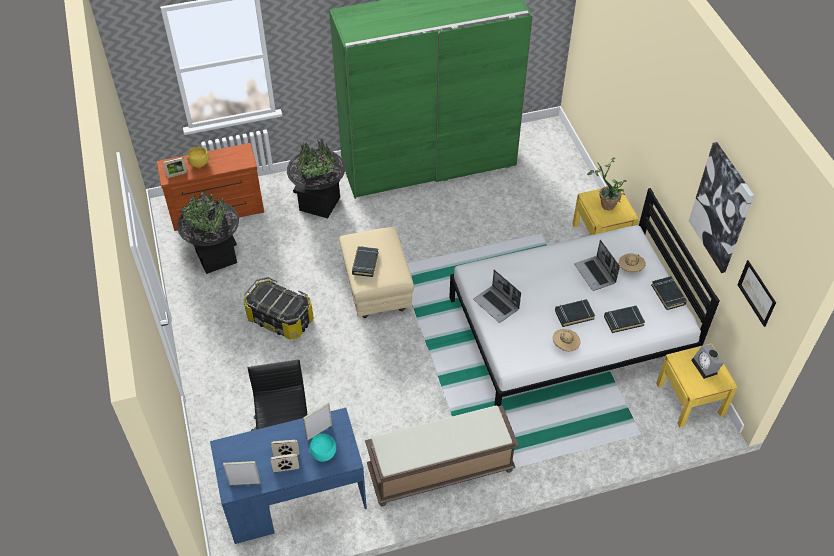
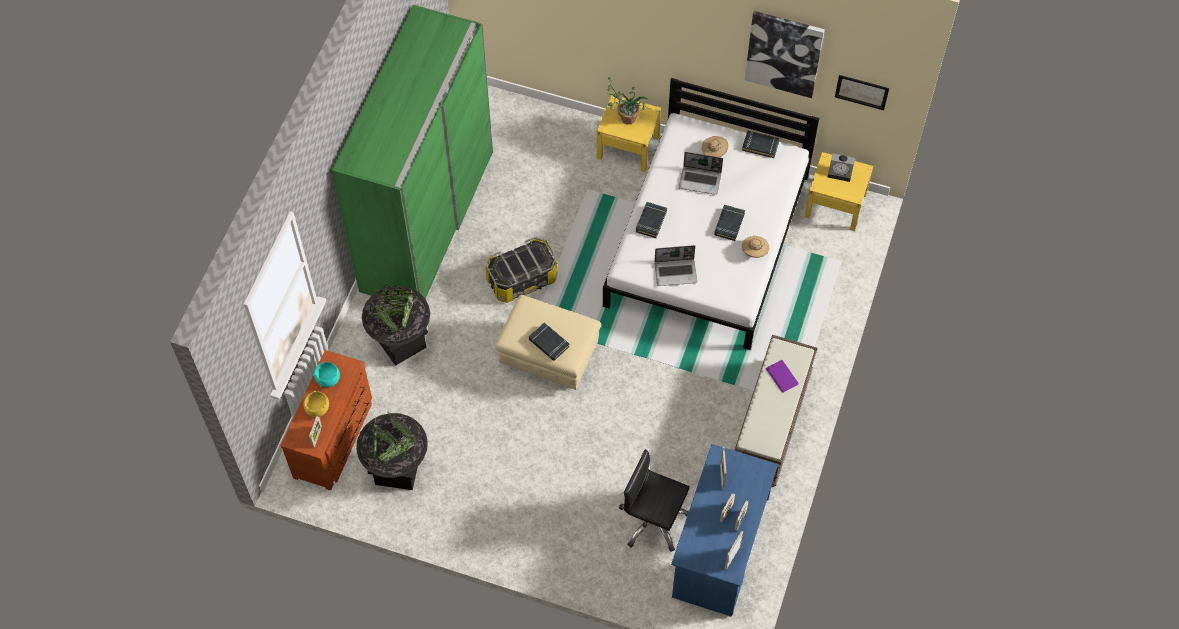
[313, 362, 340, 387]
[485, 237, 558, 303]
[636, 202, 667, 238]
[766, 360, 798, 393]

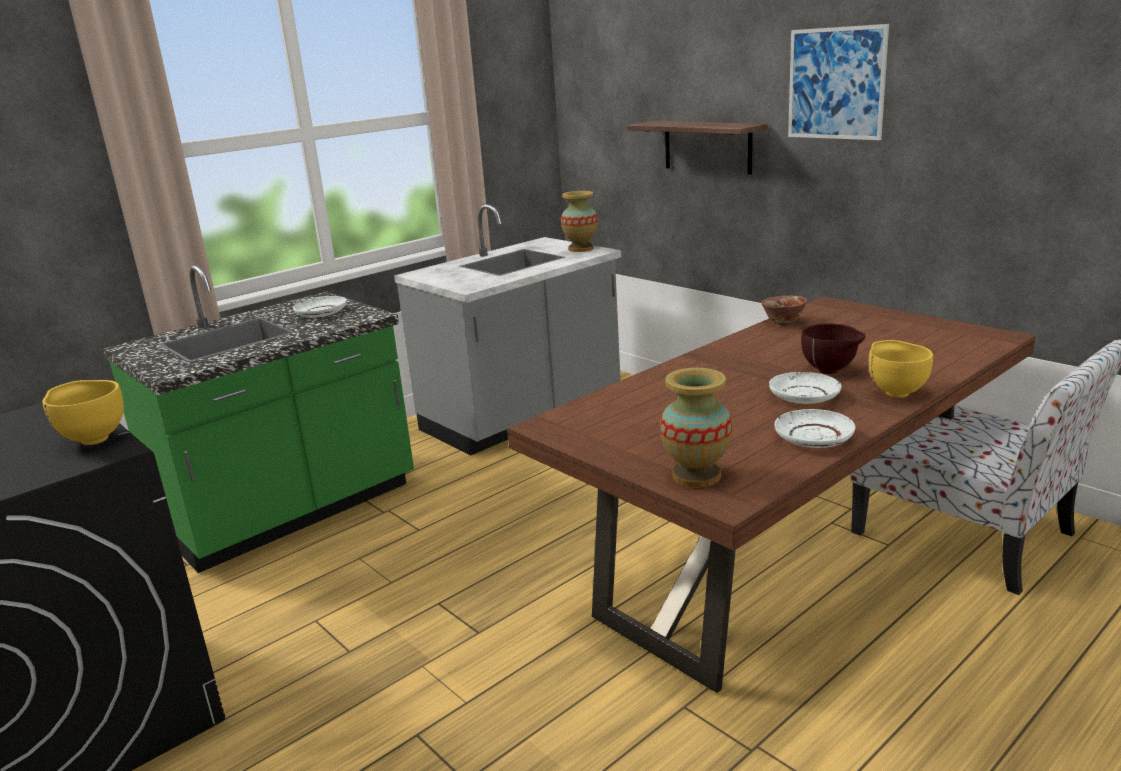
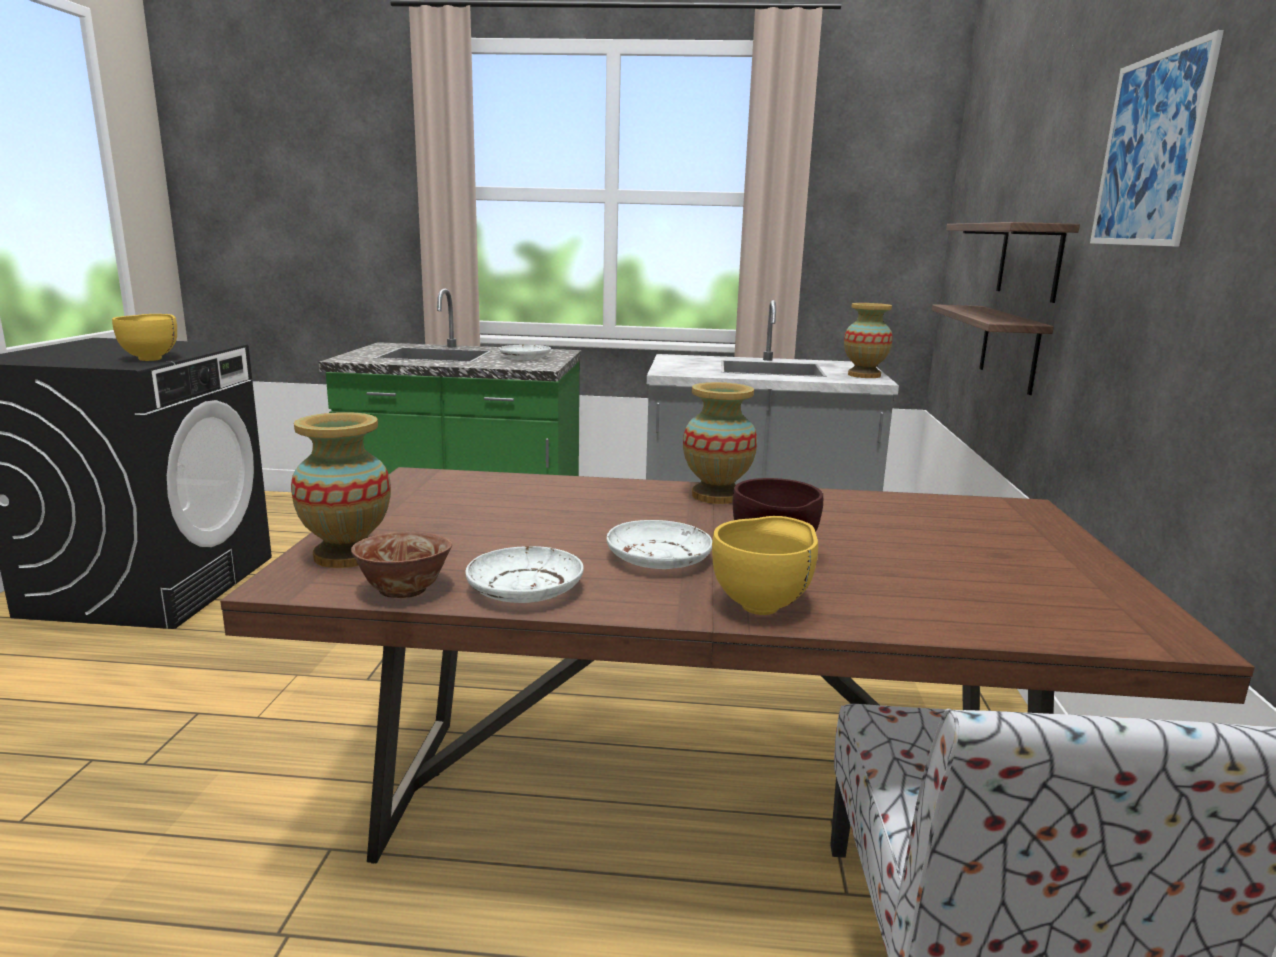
[351, 531, 452, 598]
[683, 382, 757, 504]
[932, 304, 1054, 395]

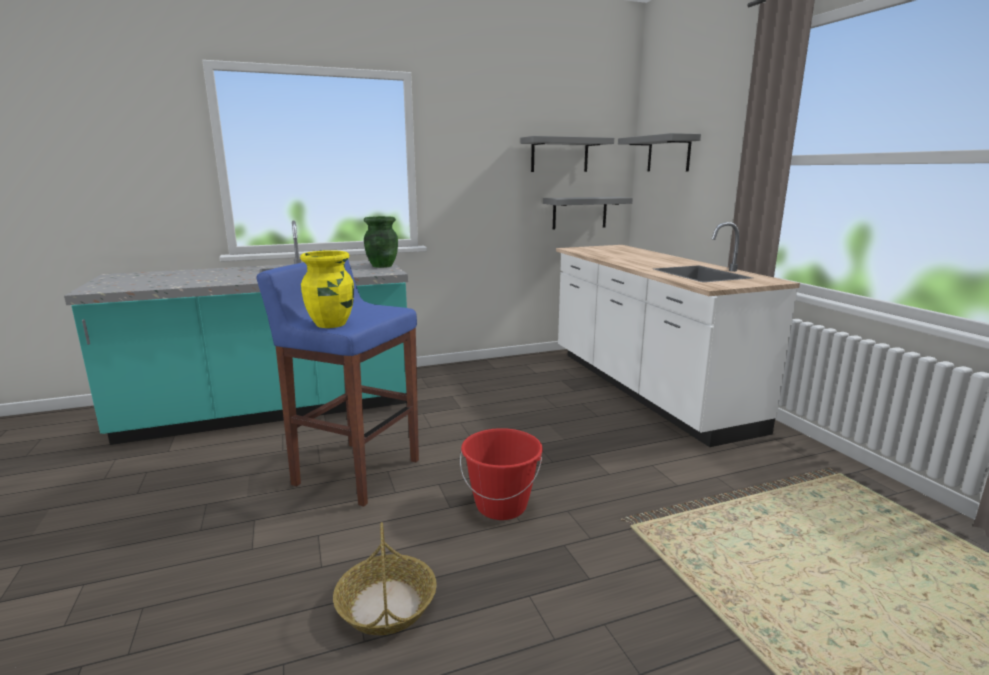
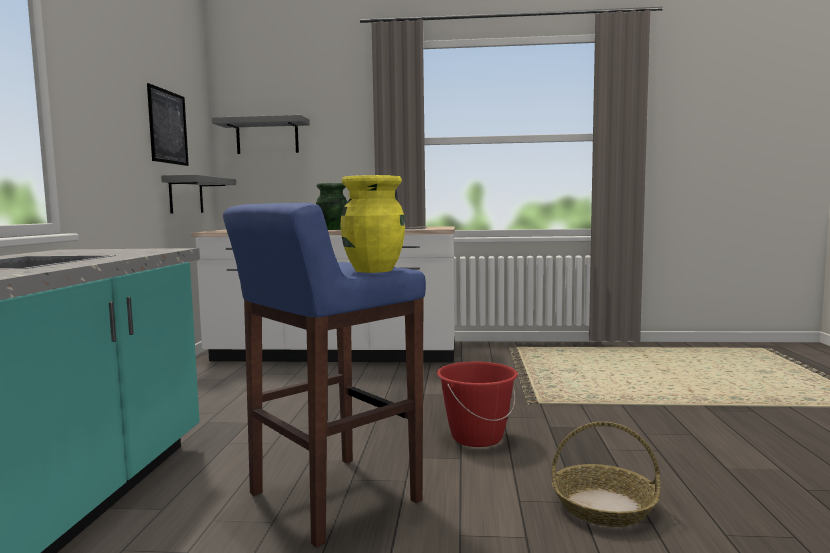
[147, 83, 189, 166]
[316, 183, 347, 230]

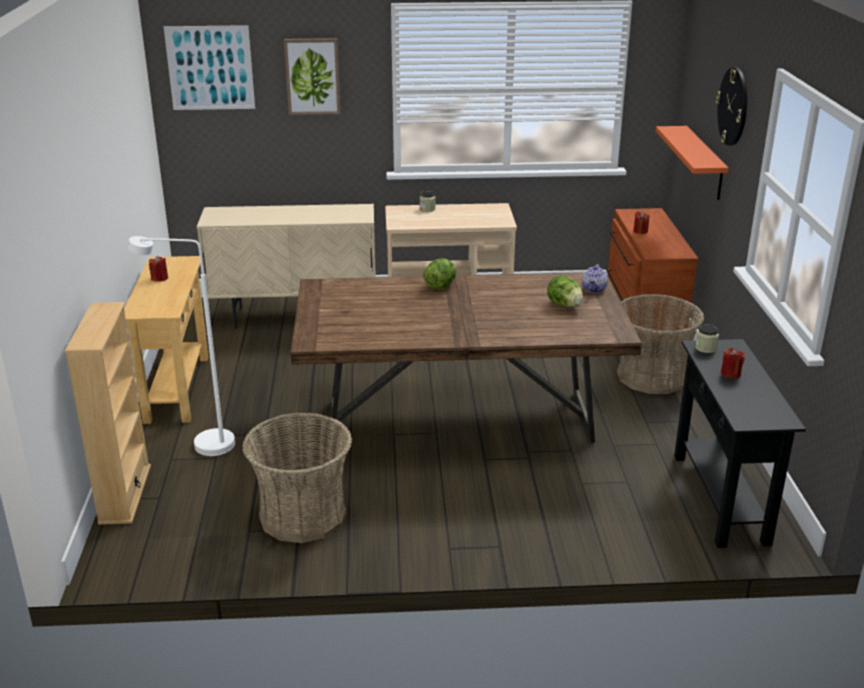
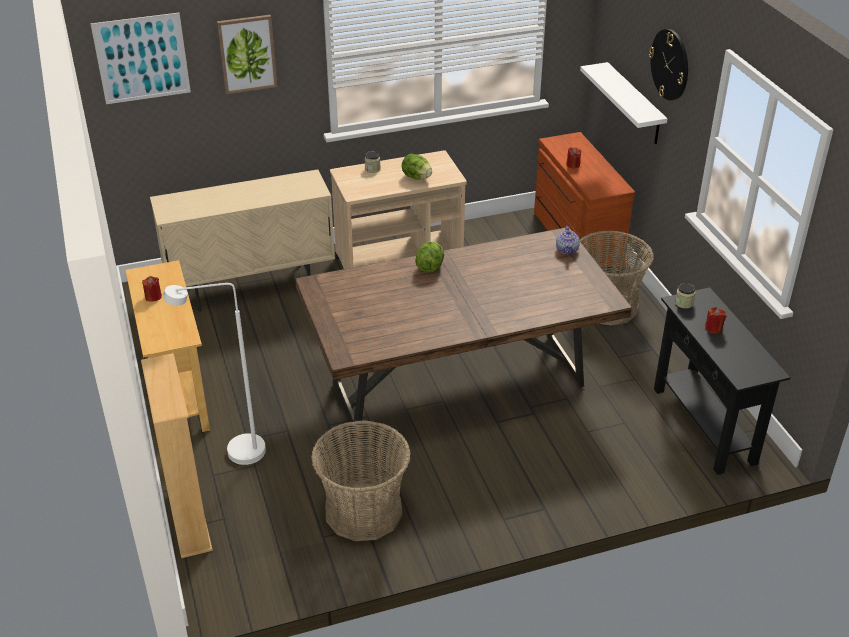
[402, 153, 432, 180]
[580, 62, 668, 144]

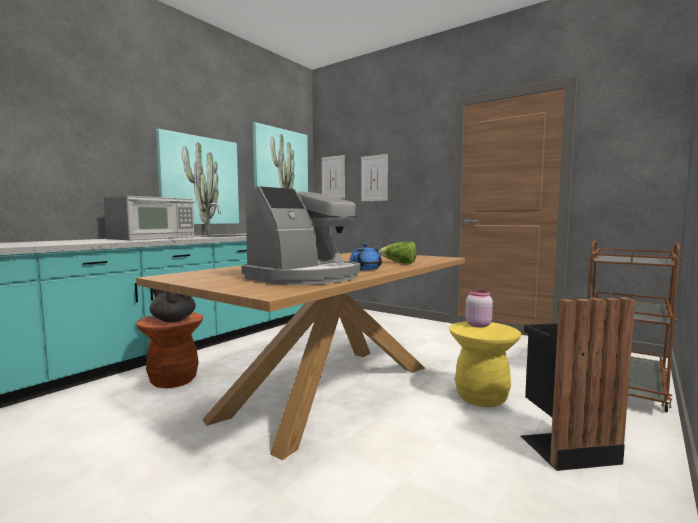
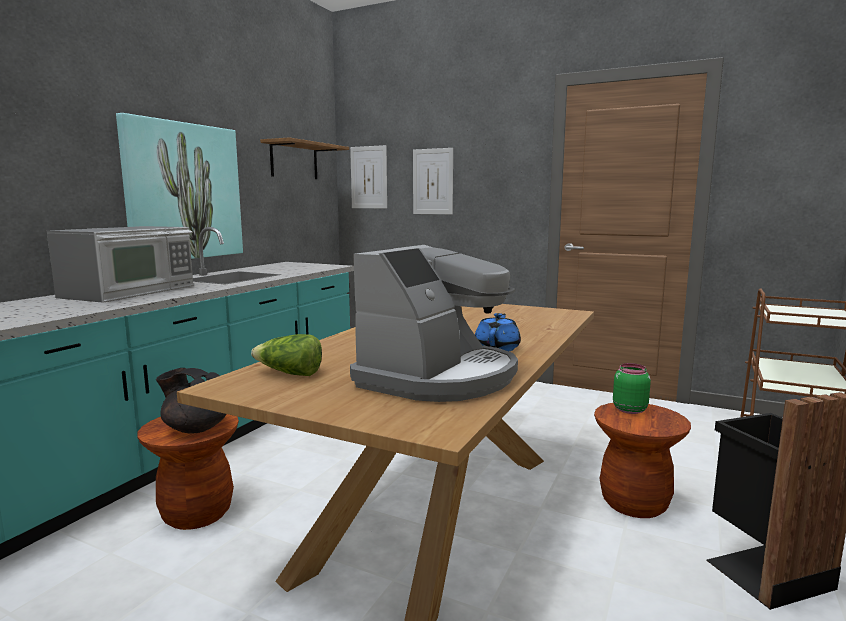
[251, 334, 322, 376]
[260, 137, 349, 179]
[594, 403, 691, 518]
[613, 363, 651, 414]

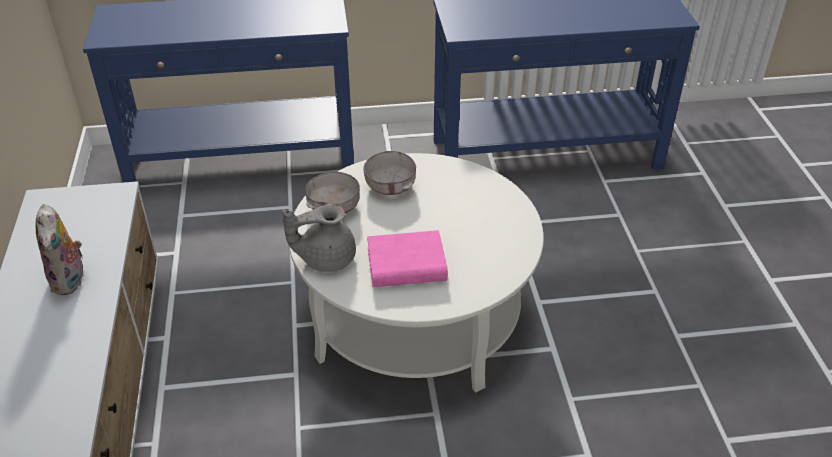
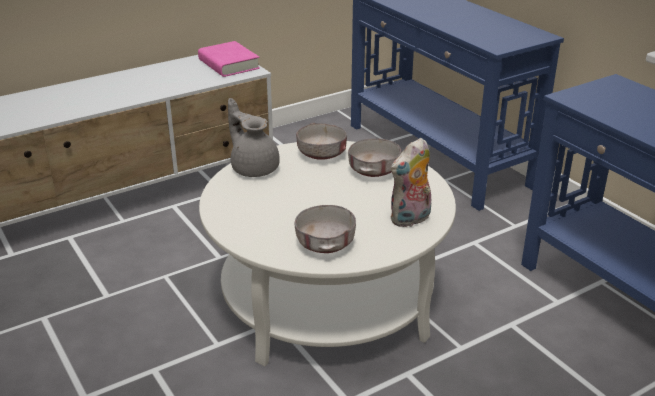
[198, 41, 260, 77]
[295, 205, 356, 253]
[391, 138, 431, 227]

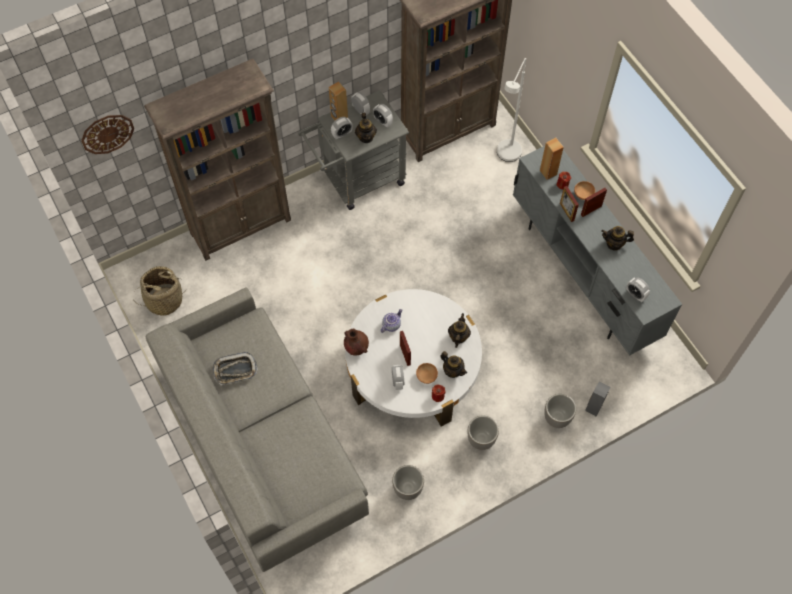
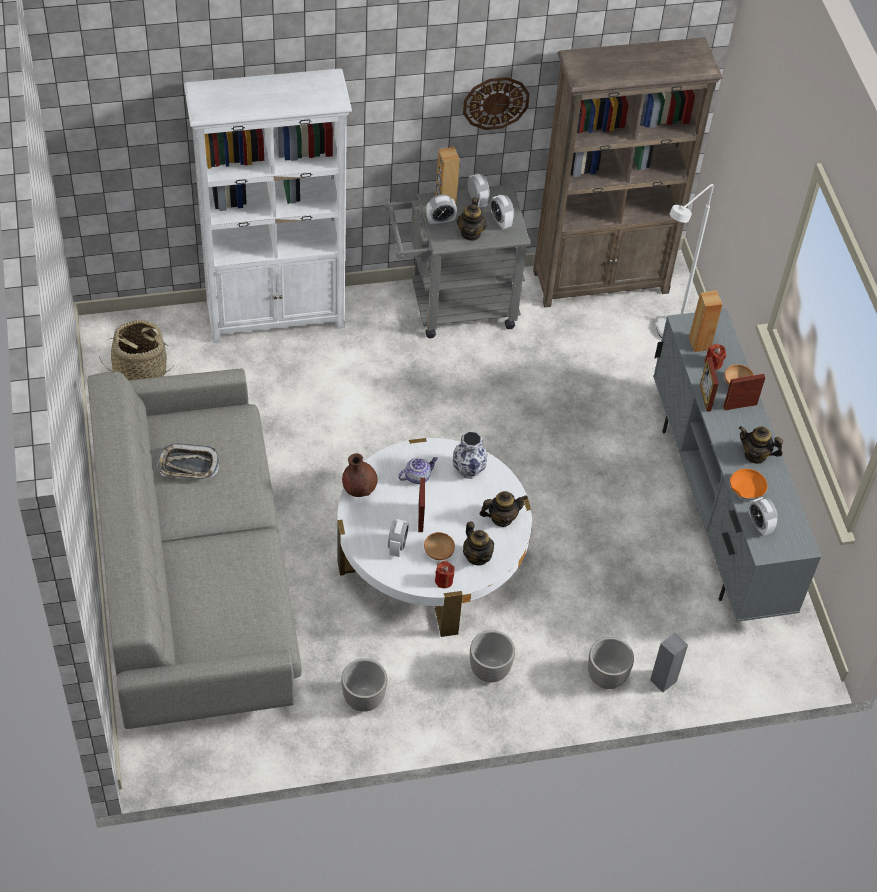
[184, 69, 352, 343]
[452, 431, 487, 479]
[463, 77, 530, 130]
[480, 491, 528, 527]
[730, 469, 767, 500]

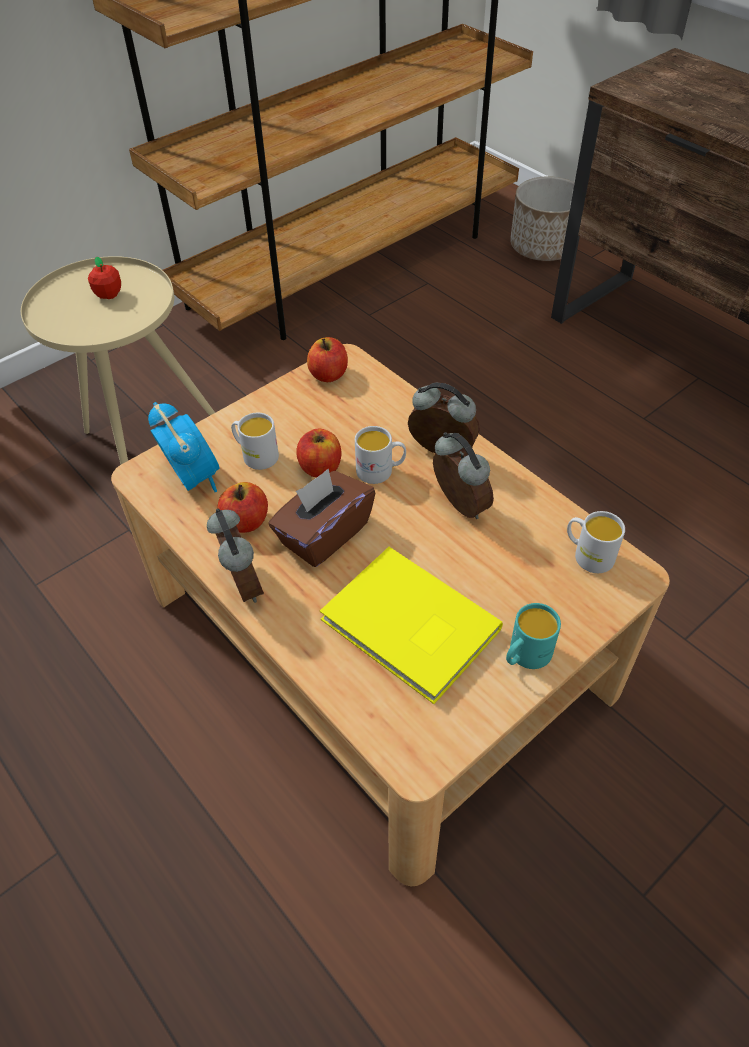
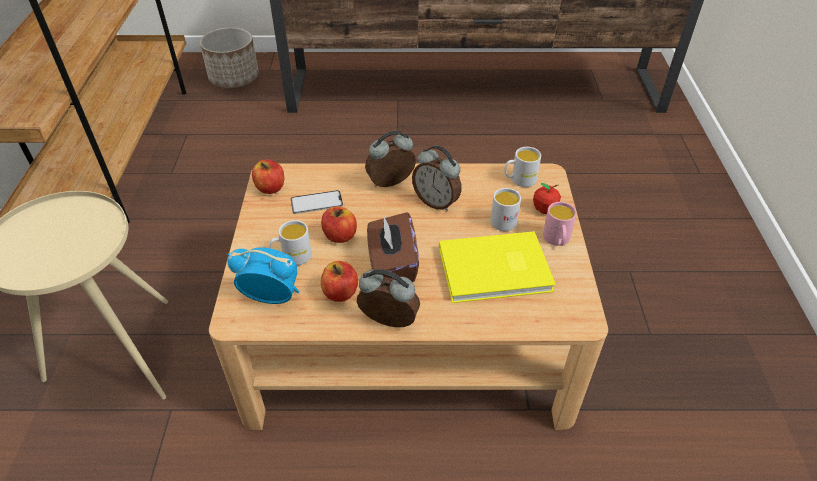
[291, 190, 343, 214]
[412, 145, 462, 211]
[490, 188, 521, 231]
[533, 183, 561, 214]
[543, 202, 577, 246]

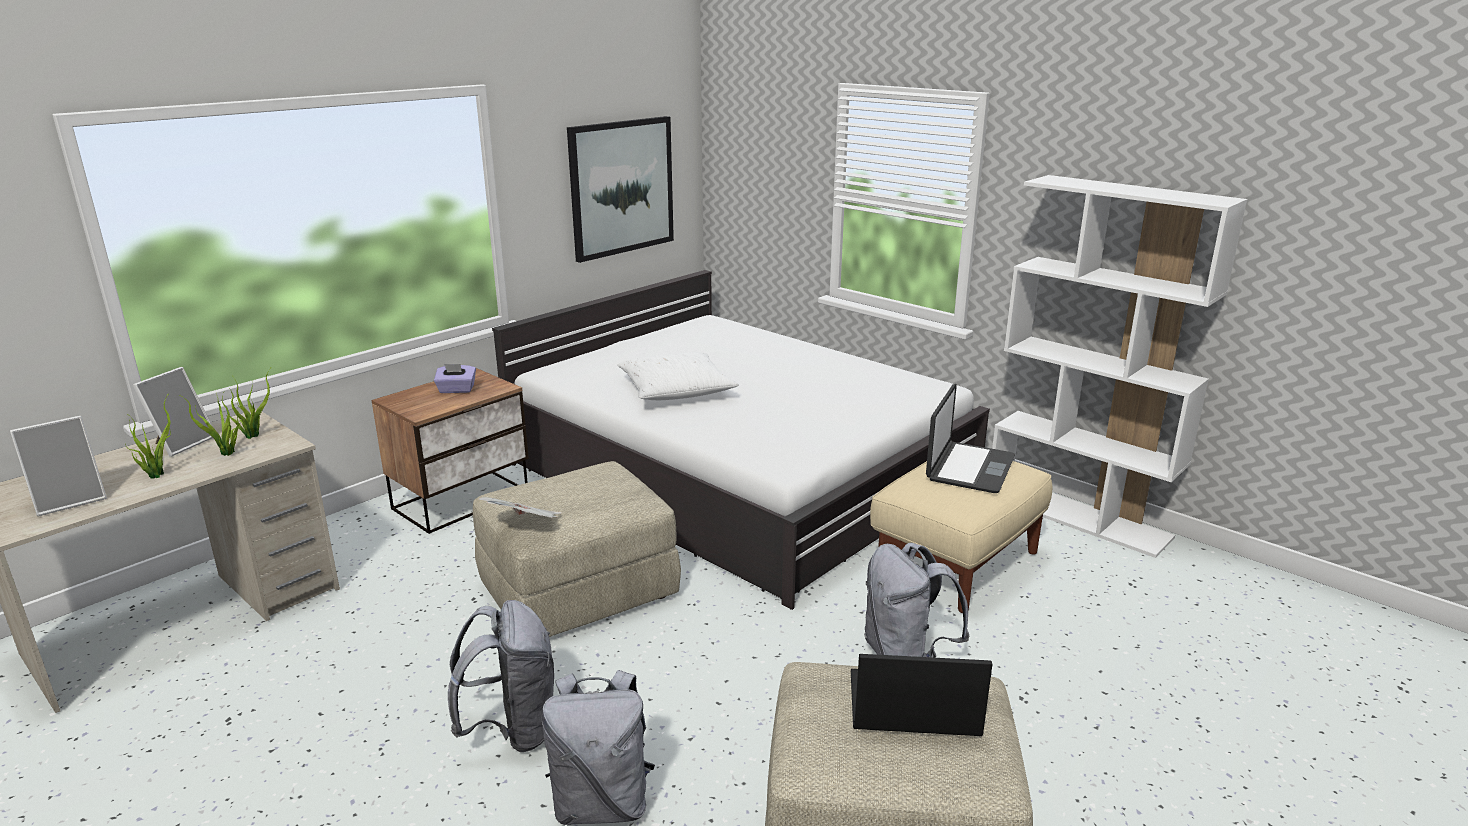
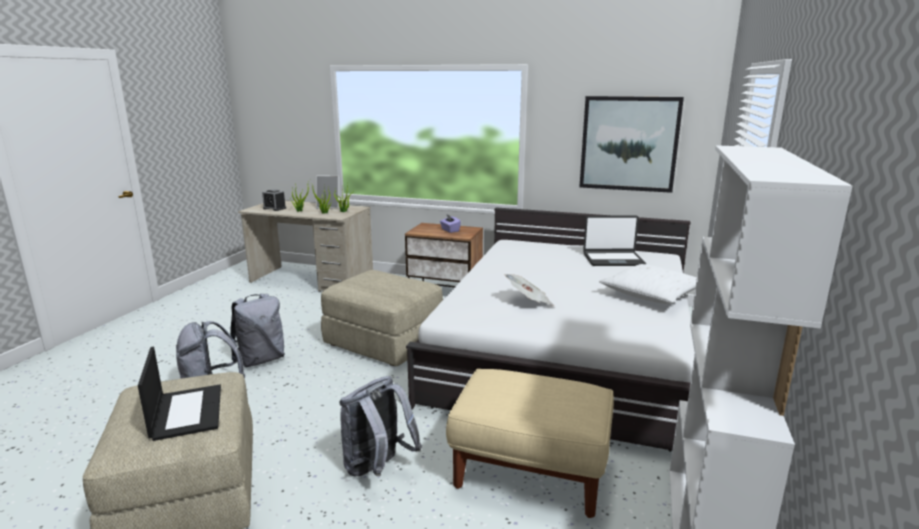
[262, 189, 286, 211]
[504, 274, 555, 306]
[583, 216, 646, 266]
[599, 264, 697, 304]

